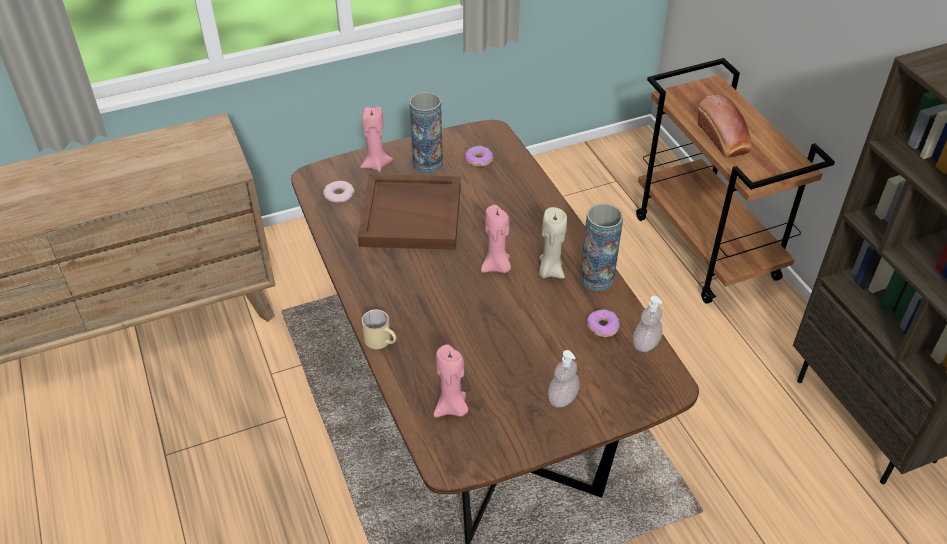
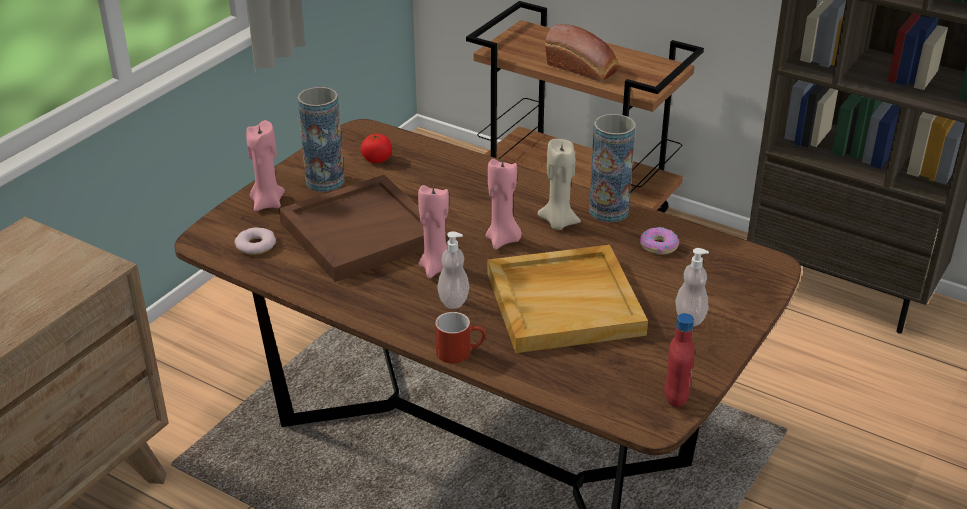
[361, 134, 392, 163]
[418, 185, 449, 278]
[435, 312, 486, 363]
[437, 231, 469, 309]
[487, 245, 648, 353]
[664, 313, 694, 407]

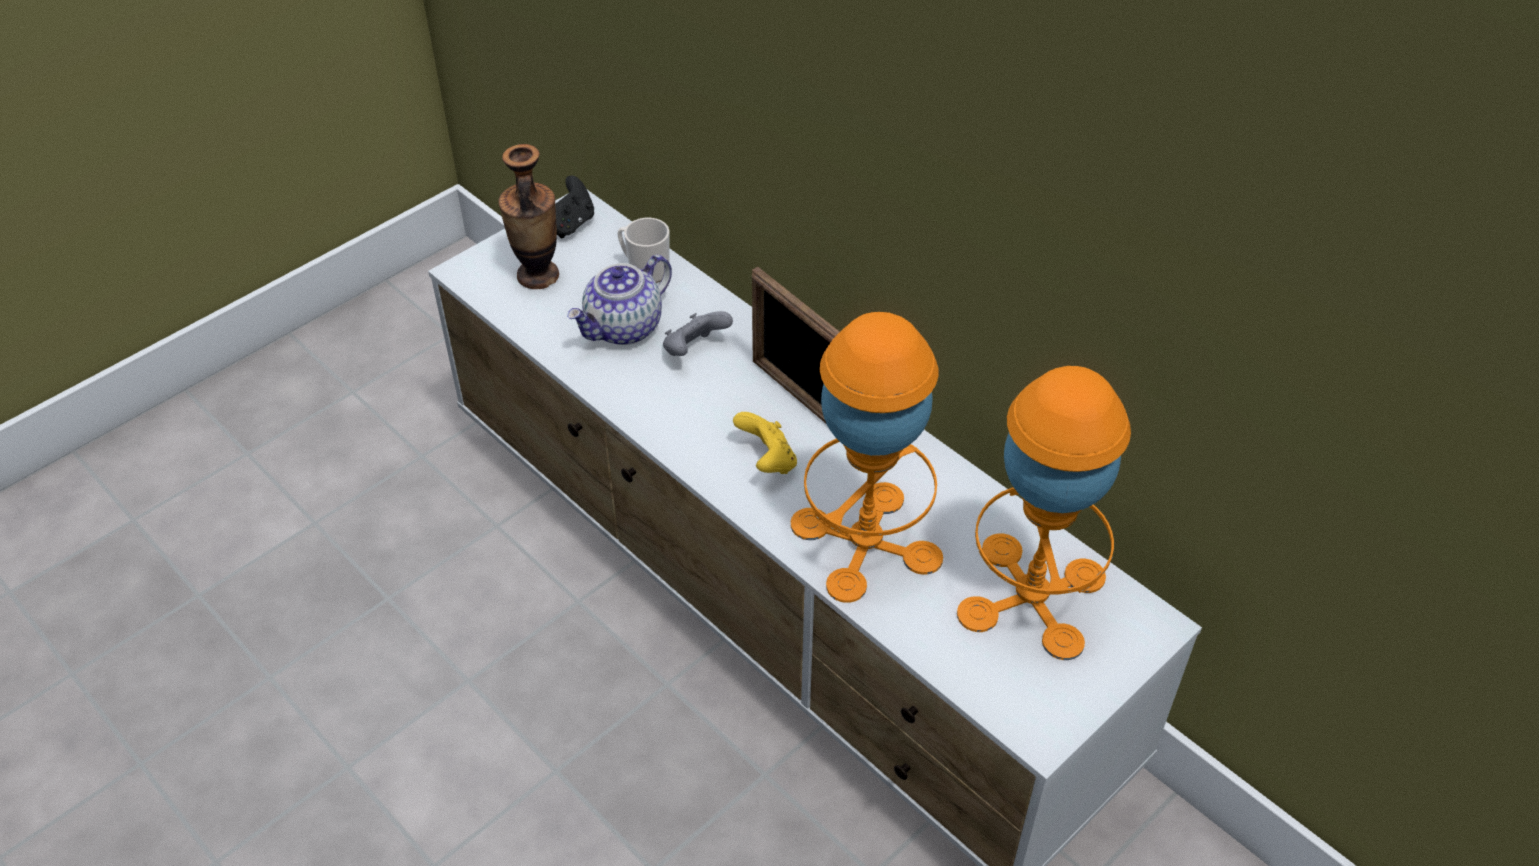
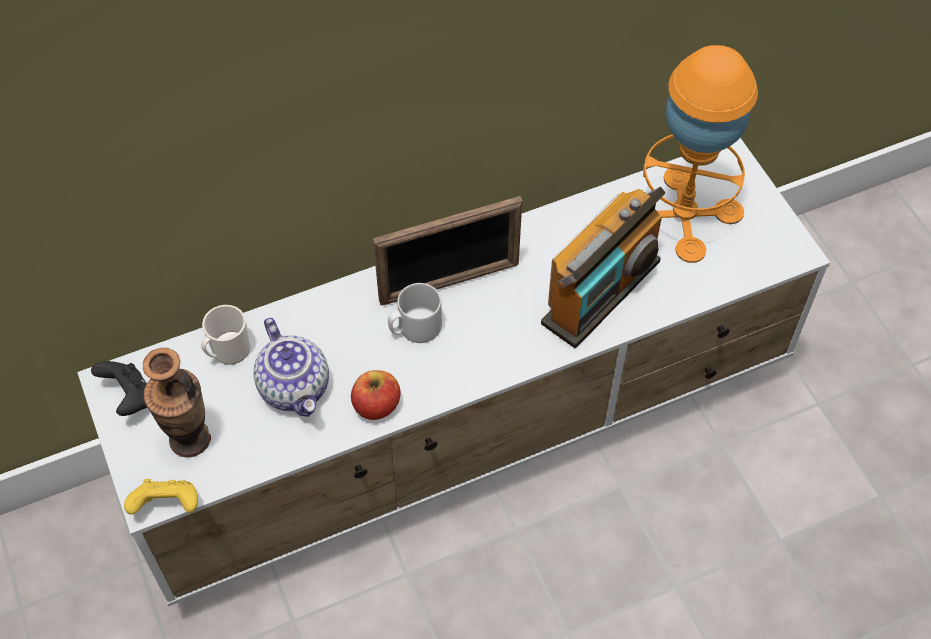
[124, 479, 198, 515]
[351, 370, 401, 420]
[388, 283, 442, 343]
[541, 187, 666, 348]
[663, 311, 733, 356] (first image)

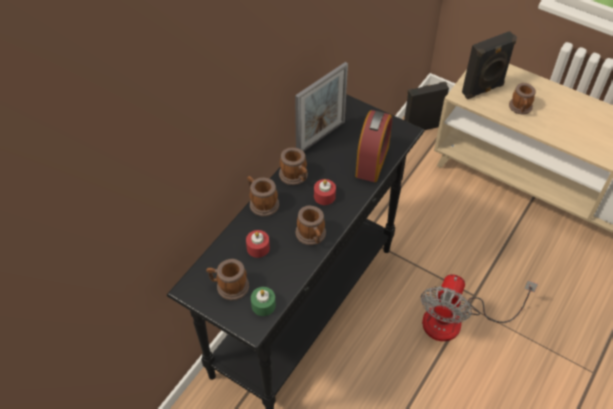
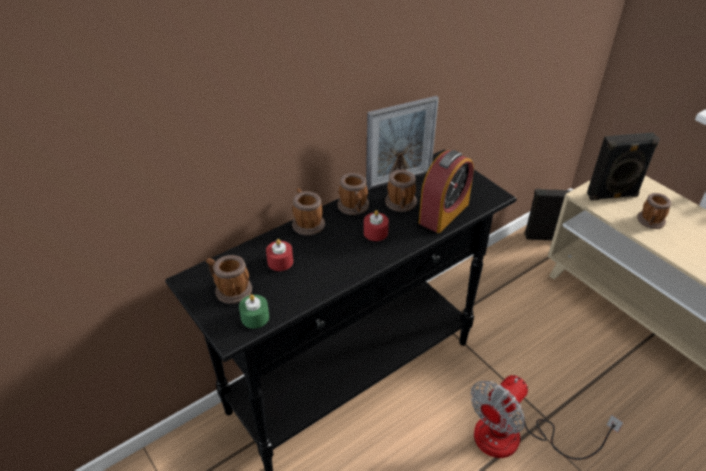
[385, 170, 417, 212]

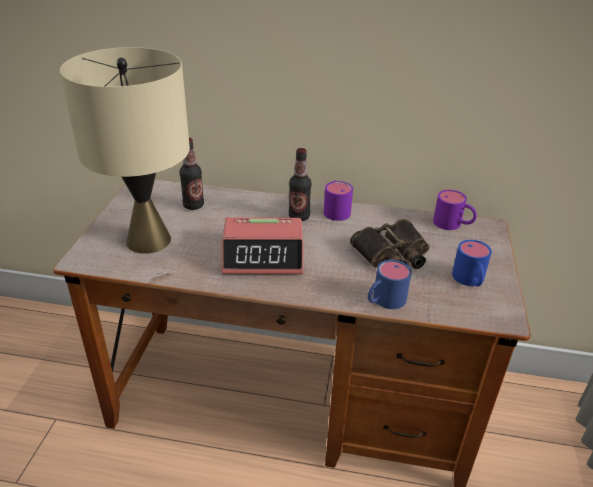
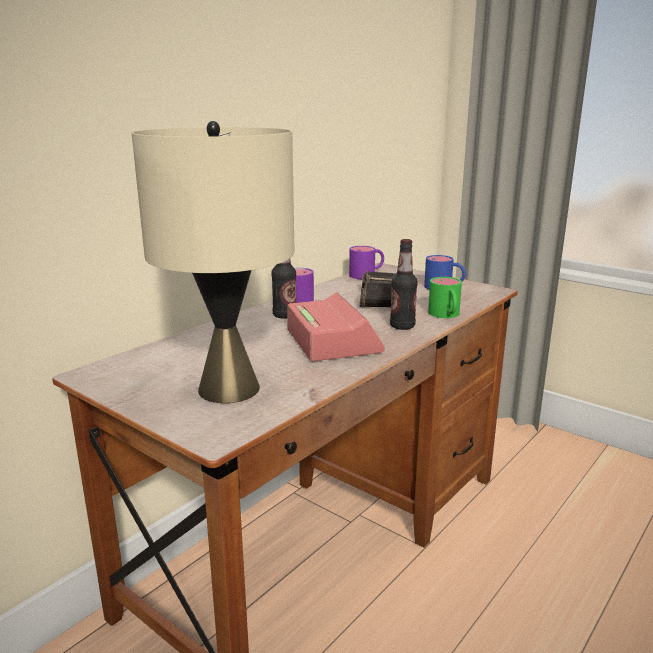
[287, 292, 385, 361]
[390, 239, 418, 330]
[428, 277, 462, 318]

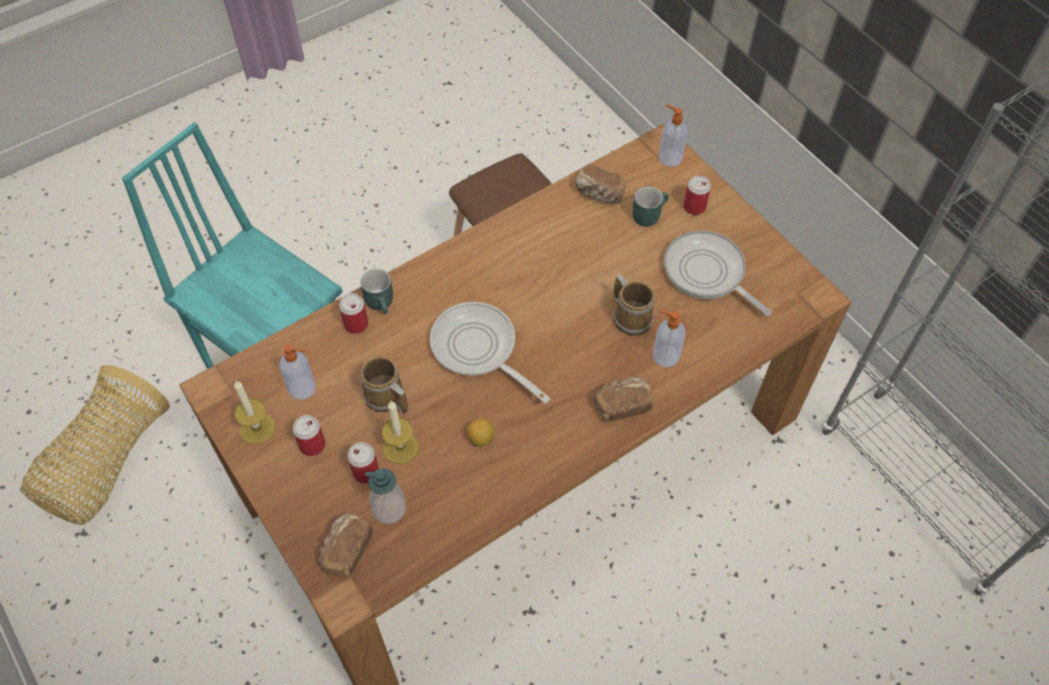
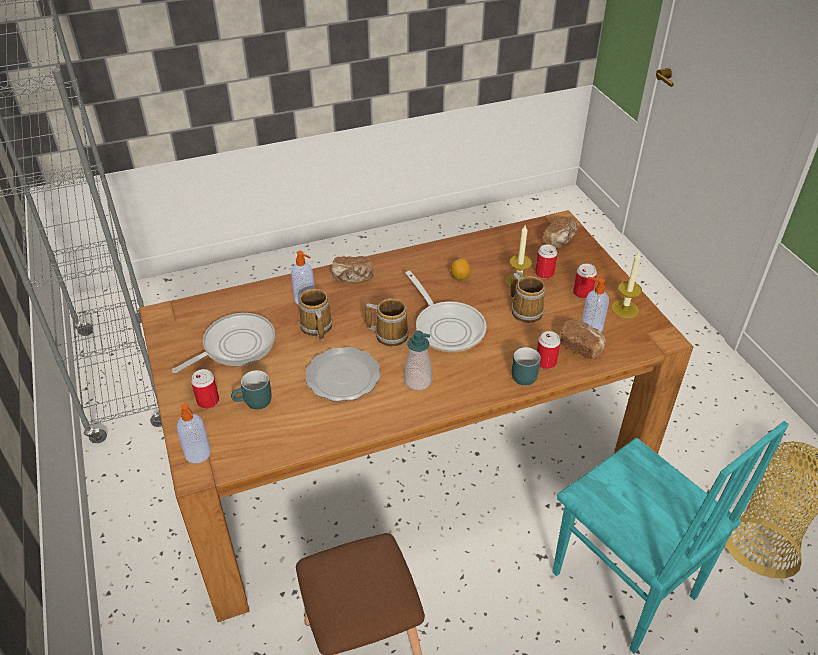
[172, 313, 275, 373]
[305, 347, 381, 402]
[365, 298, 409, 346]
[404, 331, 432, 390]
[559, 320, 606, 359]

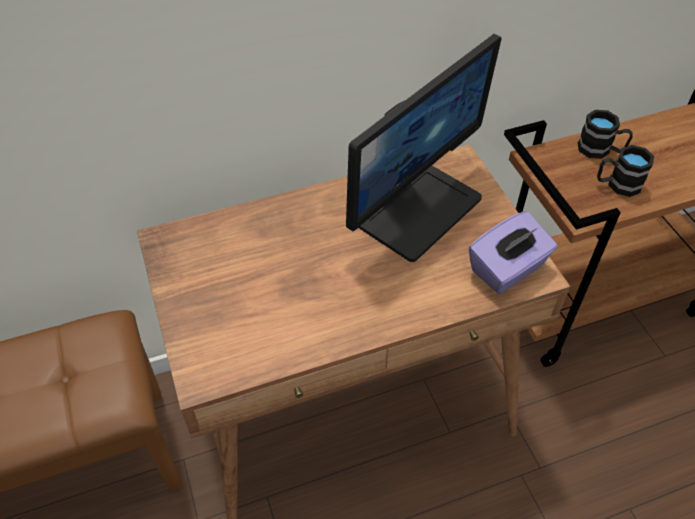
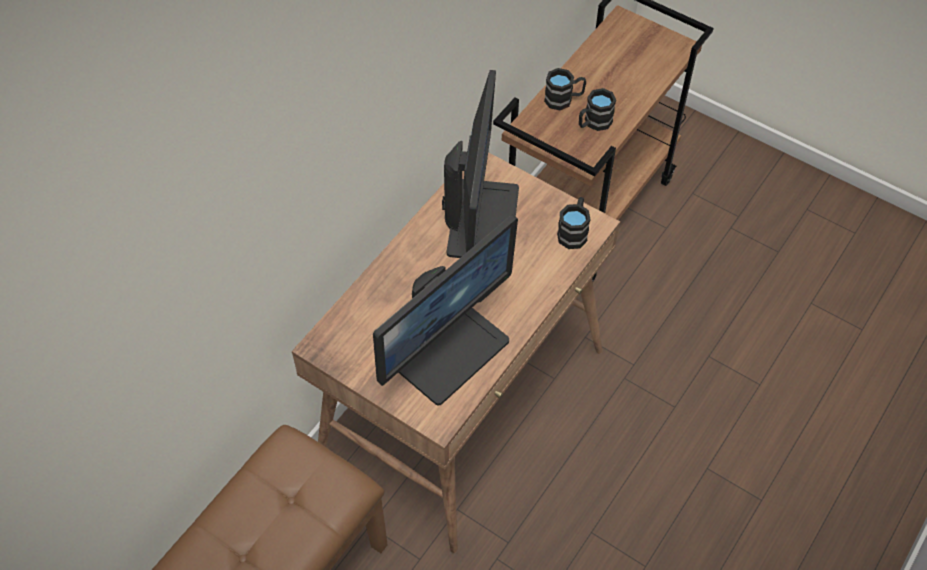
[373, 215, 518, 405]
[557, 197, 591, 249]

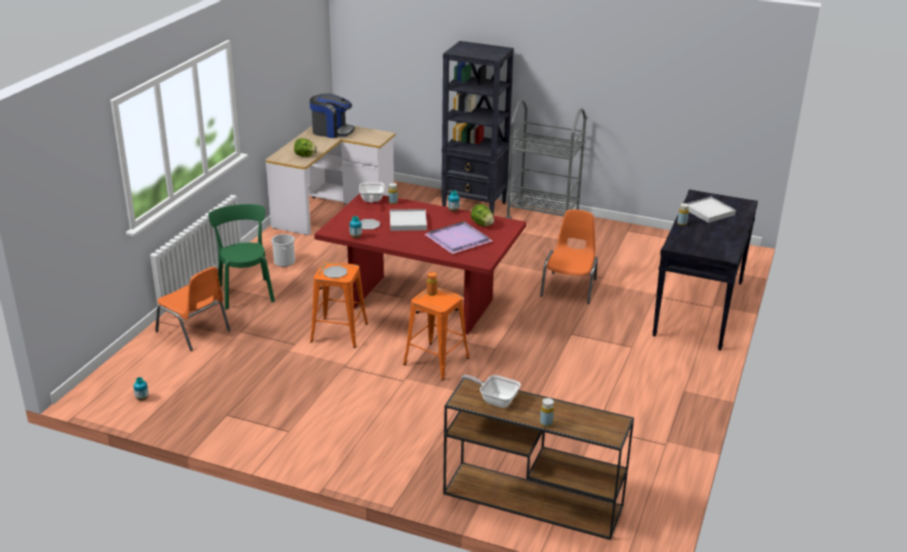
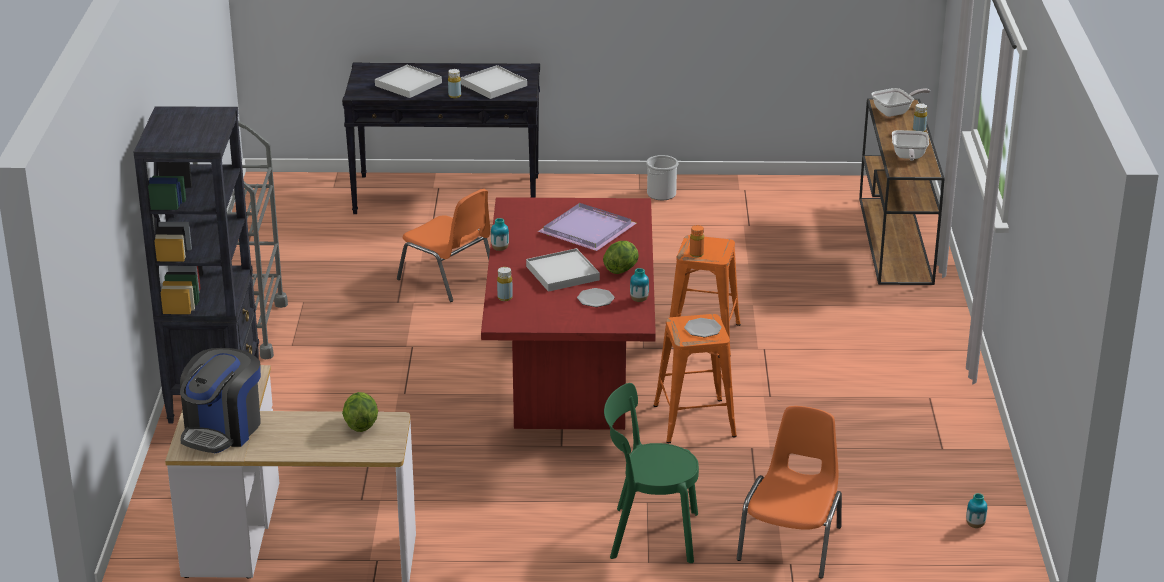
[180, 348, 261, 453]
[397, 189, 490, 302]
[461, 65, 527, 99]
[603, 241, 639, 274]
[604, 383, 699, 563]
[646, 155, 678, 200]
[871, 88, 930, 117]

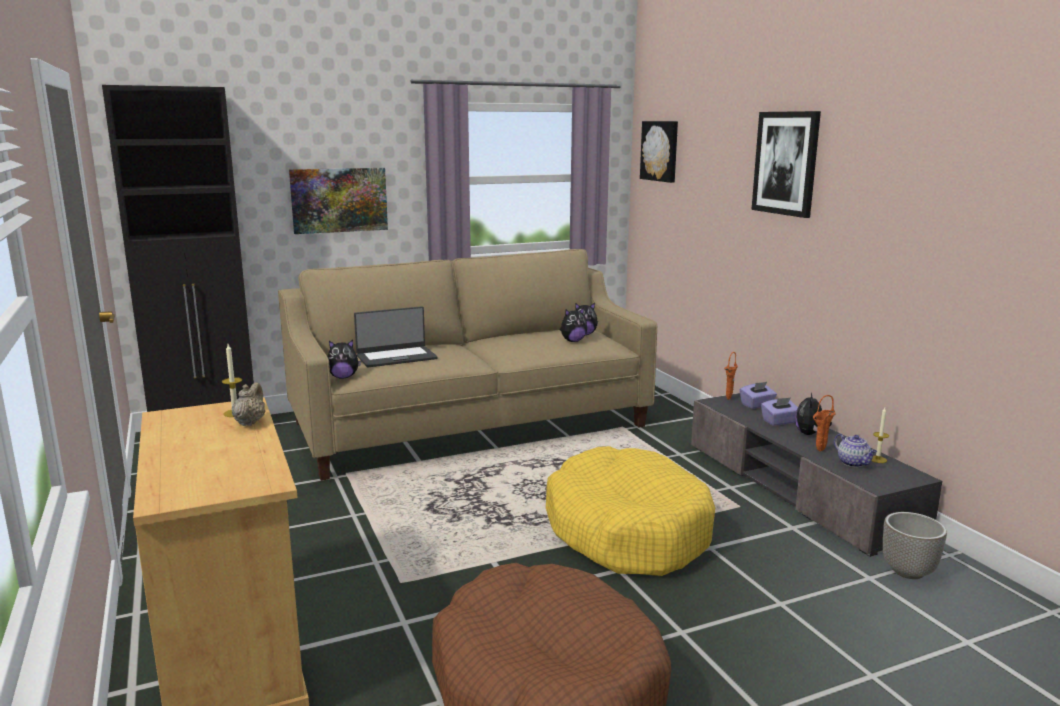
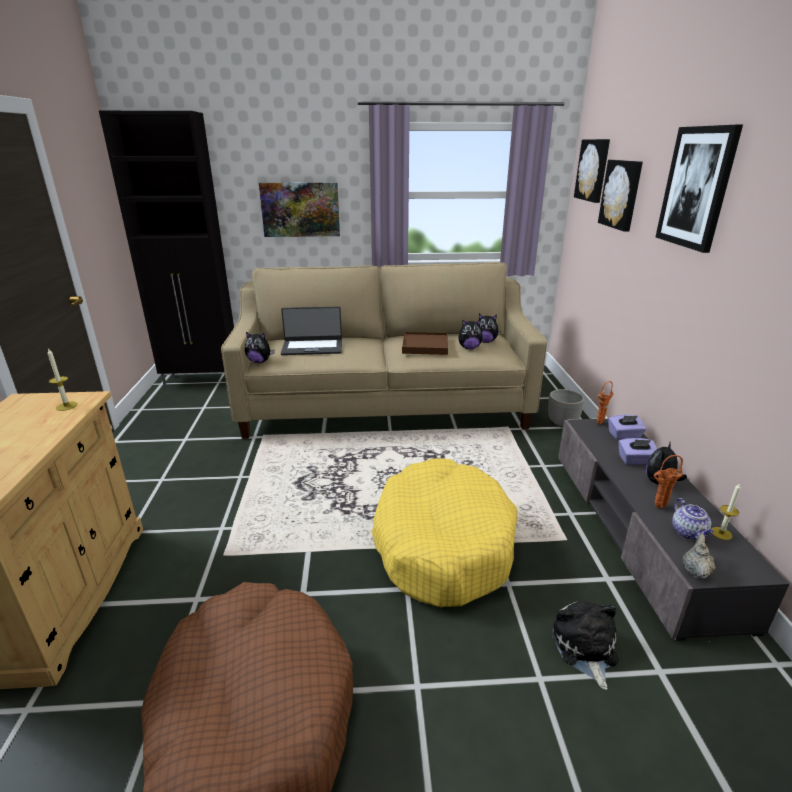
[402, 332, 448, 355]
[548, 389, 585, 428]
[552, 601, 618, 690]
[598, 160, 643, 232]
[682, 534, 715, 579]

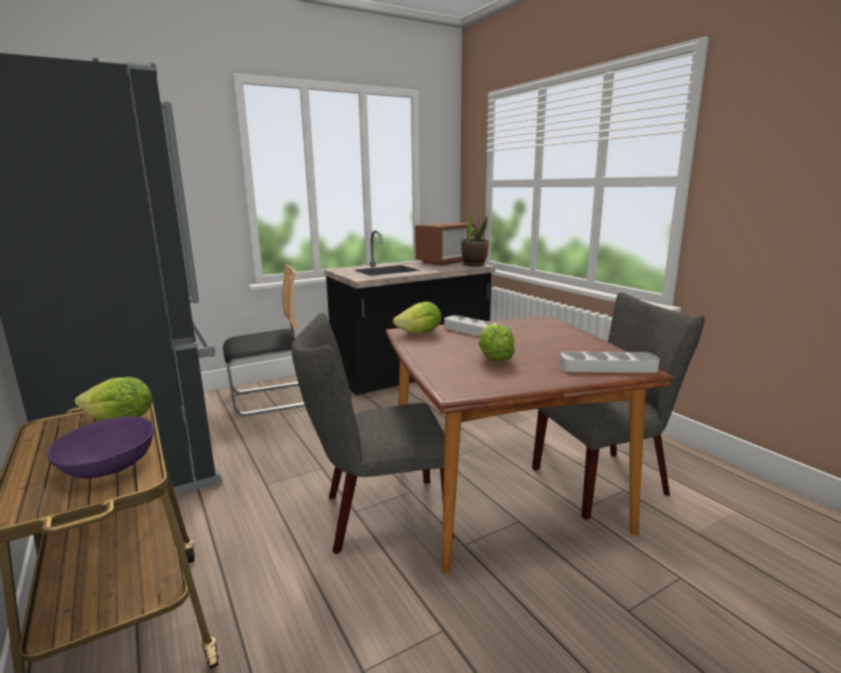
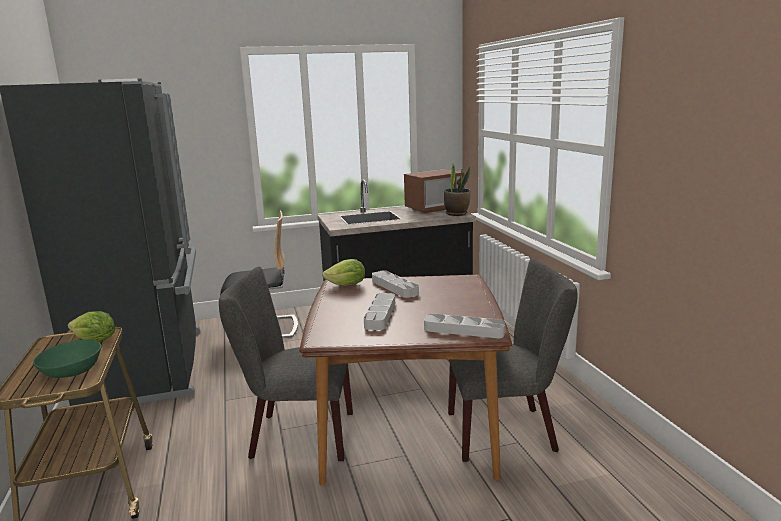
[33, 340, 101, 378]
[364, 293, 395, 330]

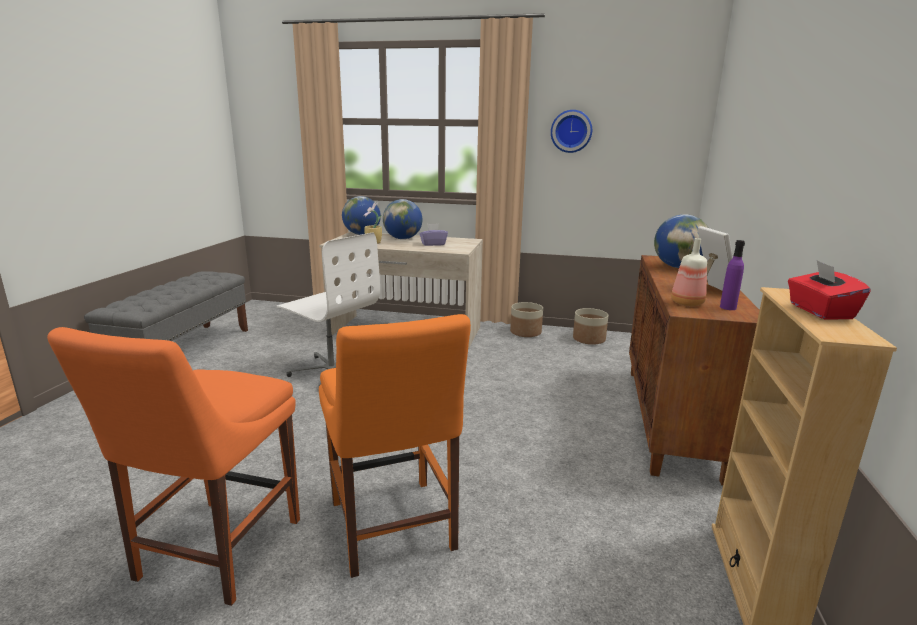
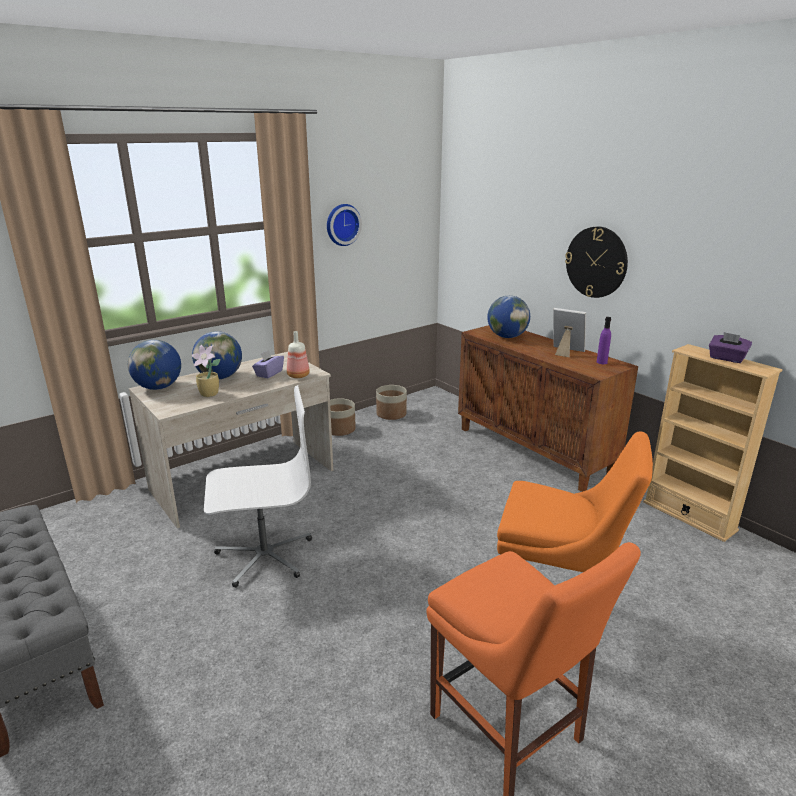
[287, 331, 310, 378]
[565, 226, 628, 298]
[709, 332, 752, 363]

